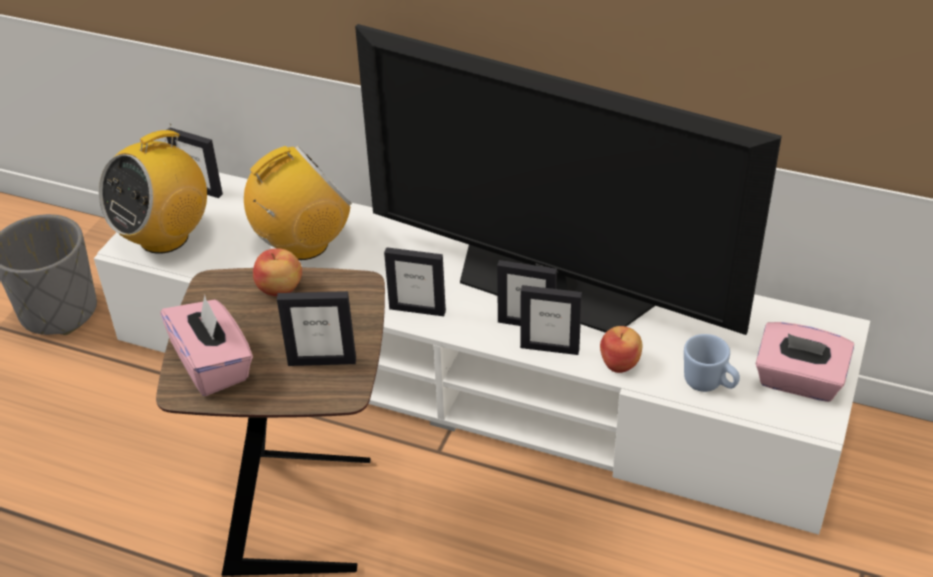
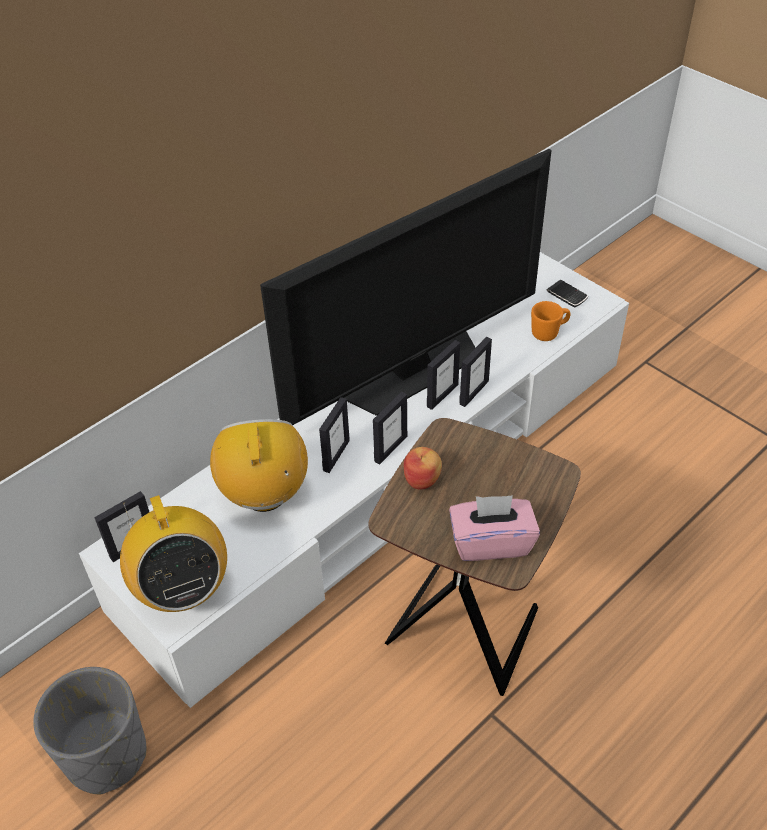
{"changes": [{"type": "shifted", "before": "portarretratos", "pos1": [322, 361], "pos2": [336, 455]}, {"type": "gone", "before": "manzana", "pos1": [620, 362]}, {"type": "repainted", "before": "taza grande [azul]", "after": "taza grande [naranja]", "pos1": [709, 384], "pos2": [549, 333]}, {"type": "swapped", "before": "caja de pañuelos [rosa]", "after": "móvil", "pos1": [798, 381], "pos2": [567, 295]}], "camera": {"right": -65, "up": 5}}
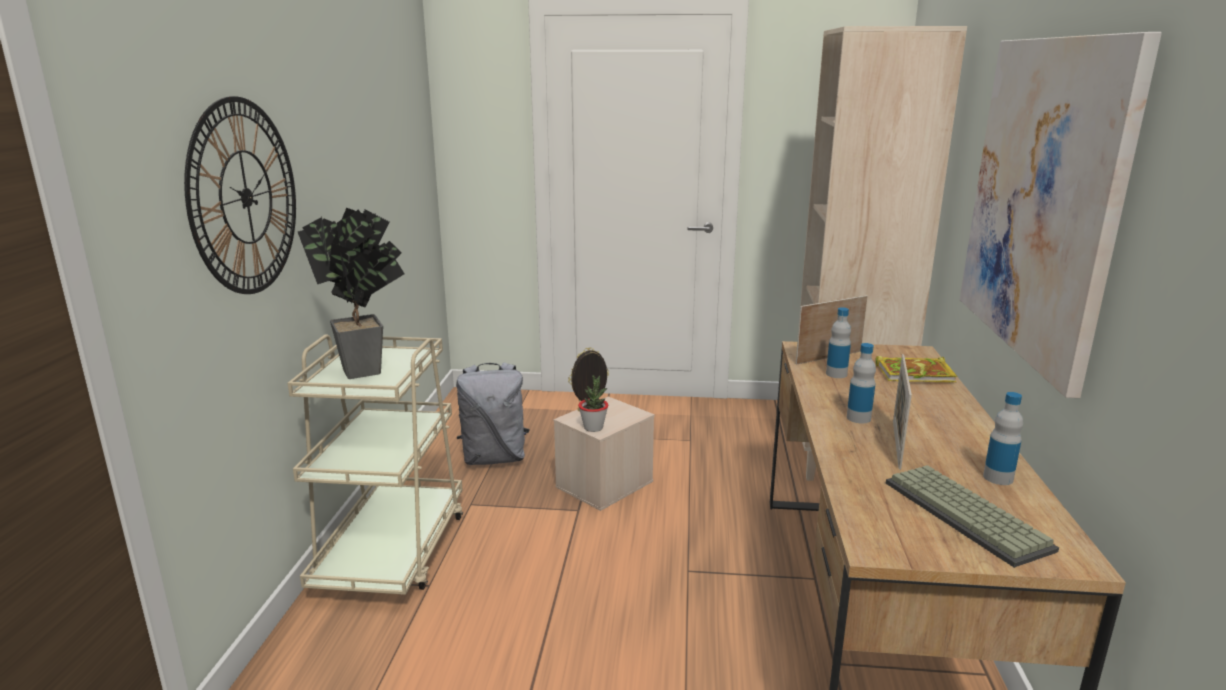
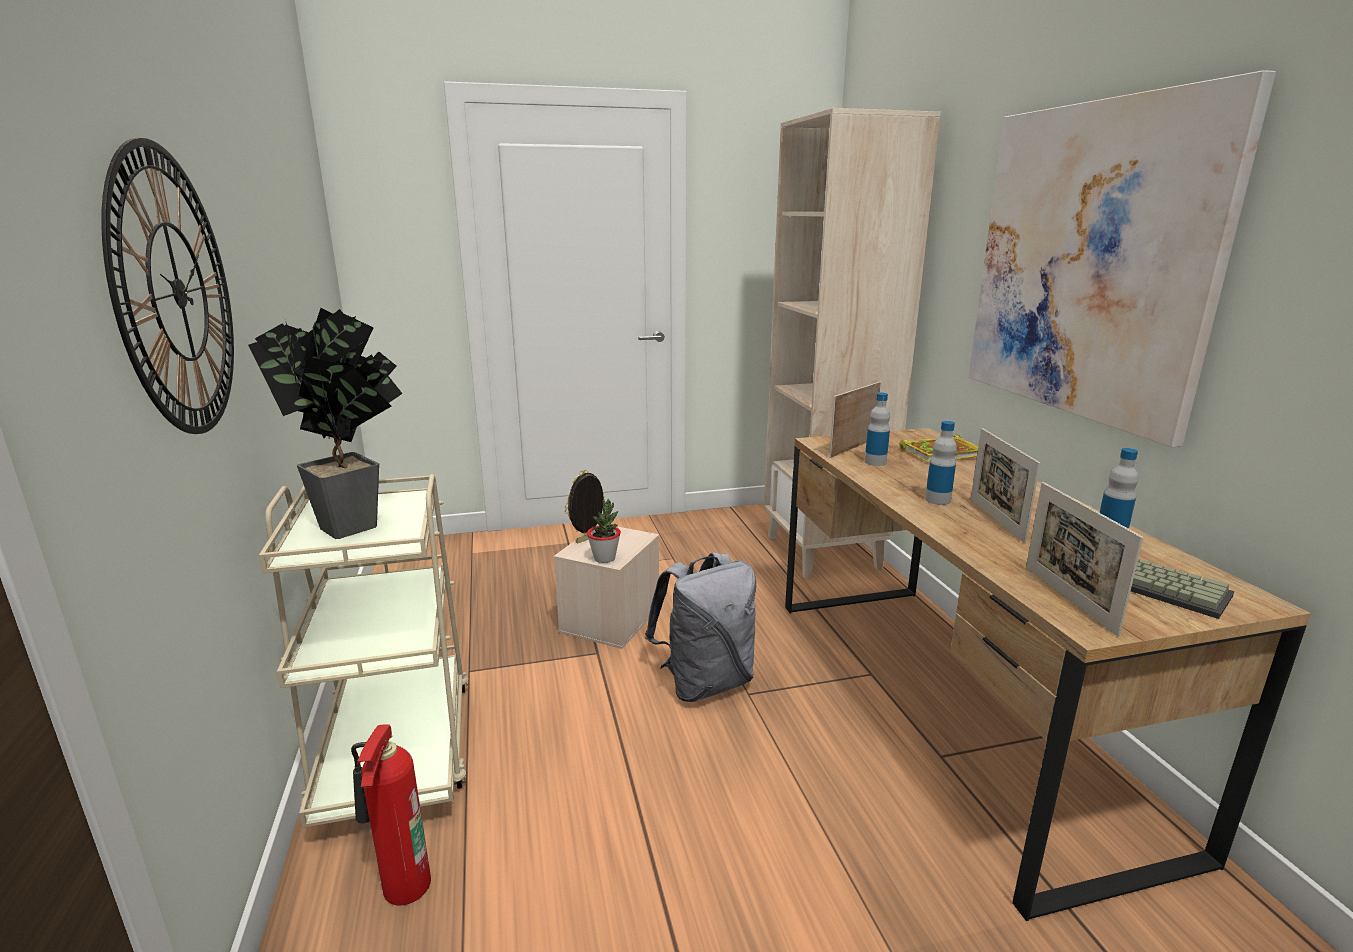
{"changes": [{"type": "shifted", "before": "mochila [gris]", "pos1": [494, 458], "pos2": [705, 682]}, {"type": "new", "after": "extintor", "pos2": [401, 889]}, {"type": "new", "after": "portarretratos", "pos2": [1068, 599]}], "camera": {"right": -20, "up": 0}}
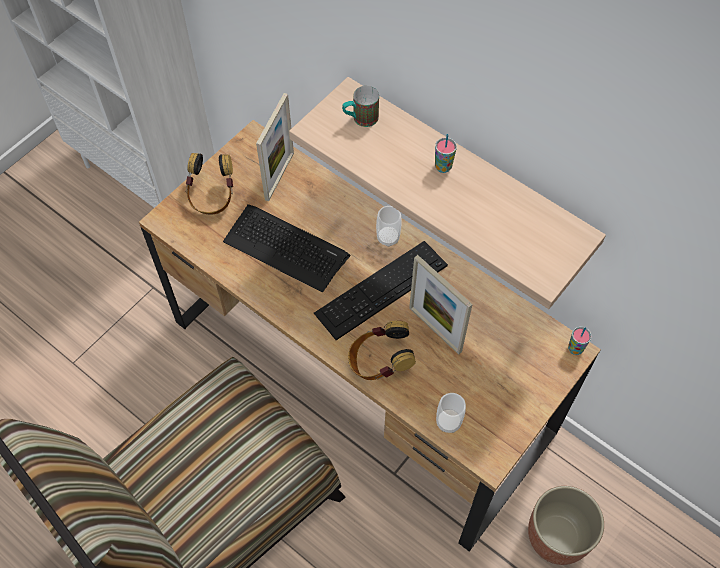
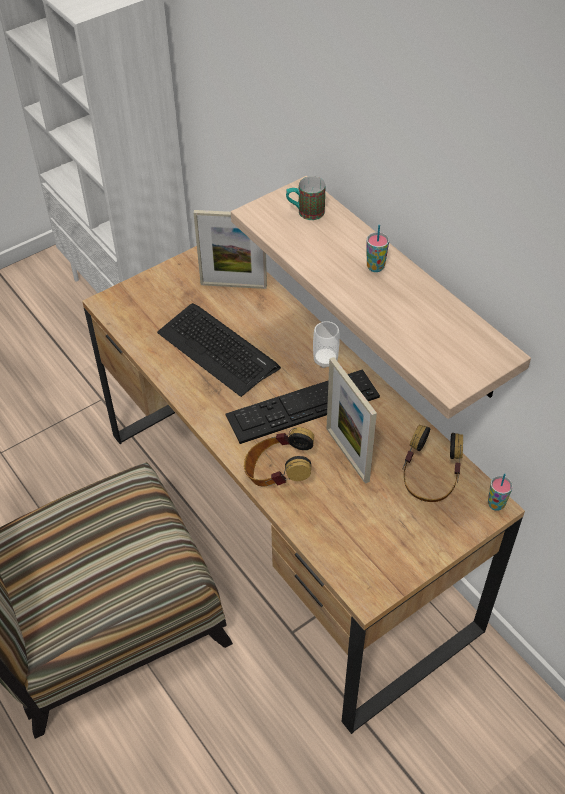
{"changes": [{"type": "shifted", "before": "auriculares", "pos1": [212, 197], "pos2": [429, 480]}, {"type": "rotated", "before": "portarretratos", "pos1": [279, 176], "pos2": [233, 285], "turn": 60}, {"type": "gone", "before": "taza", "pos1": [448, 422]}, {"type": "gone", "before": "maceta", "pos1": [557, 536]}], "camera": {"right": 15, "up": -10}}
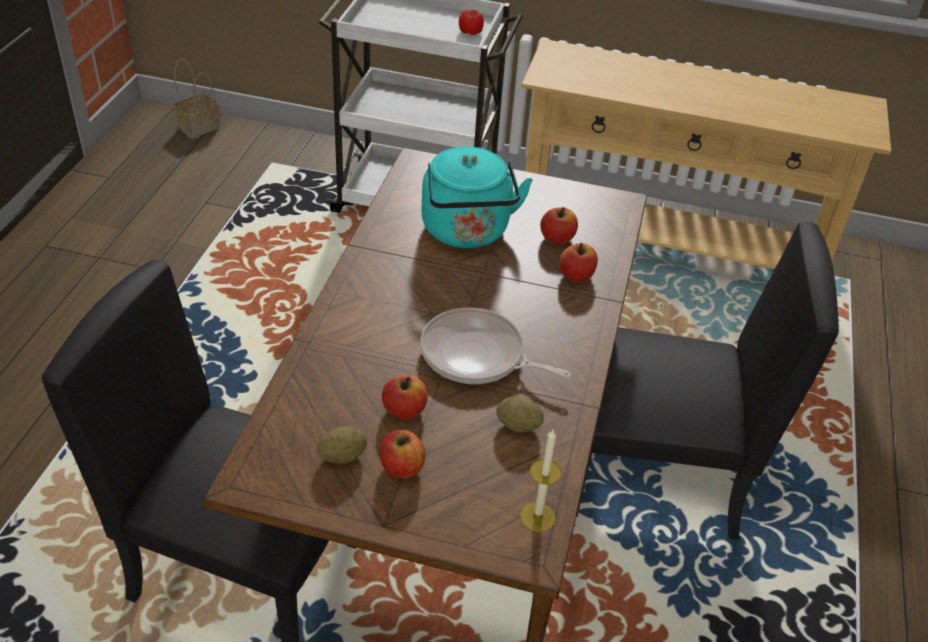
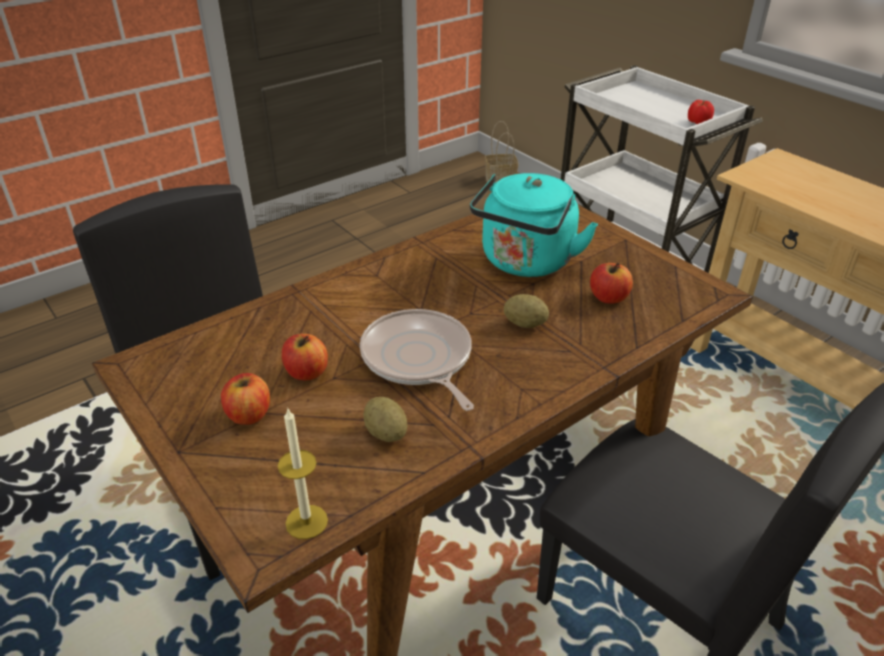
{"changes": [{"type": "shifted", "before": "patata", "pos1": [342, 456], "pos2": [525, 324]}, {"type": "gone", "before": "manzana", "pos1": [576, 275]}], "camera": {"right": 40, "up": -5}}
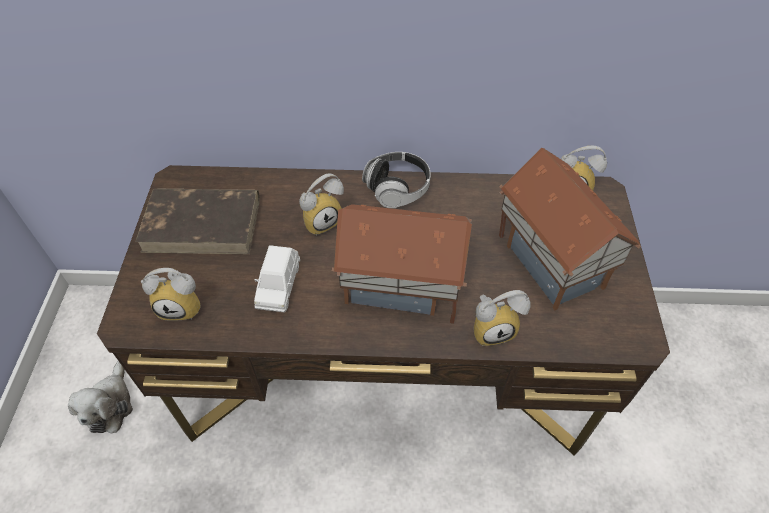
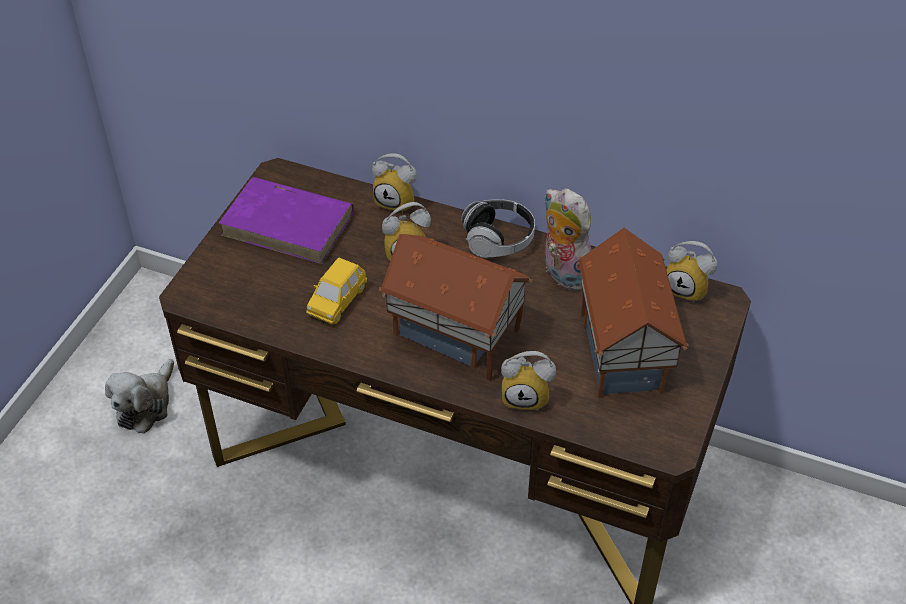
{"changes": [{"type": "repainted", "before": "libro [marrón]", "after": "libro [morado]", "pos1": [203, 224], "pos2": [289, 224]}, {"type": "shifted", "before": "despertador", "pos1": [183, 306], "pos2": [398, 201]}, {"type": "repainted", "before": "coche de juguete [blanco]", "after": "coche de juguete [amarillo]", "pos1": [279, 287], "pos2": [337, 301]}, {"type": "new", "after": "peluche", "pos2": [562, 273]}], "camera": {"right": 20, "up": -5}}
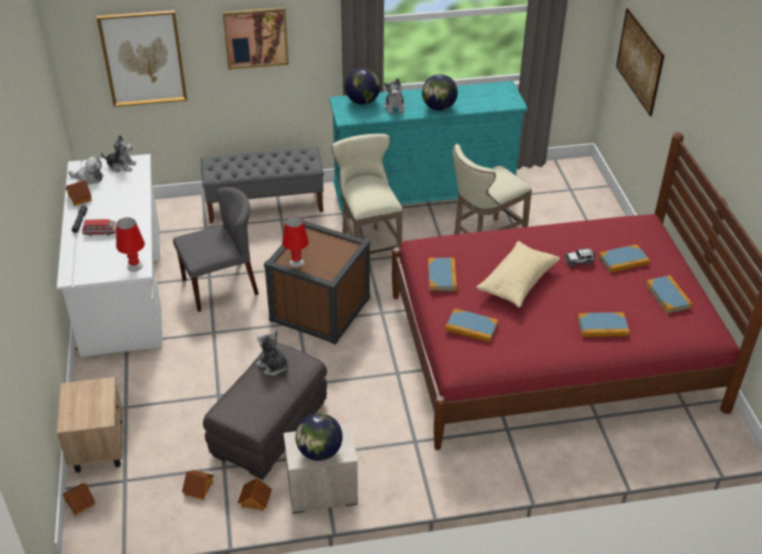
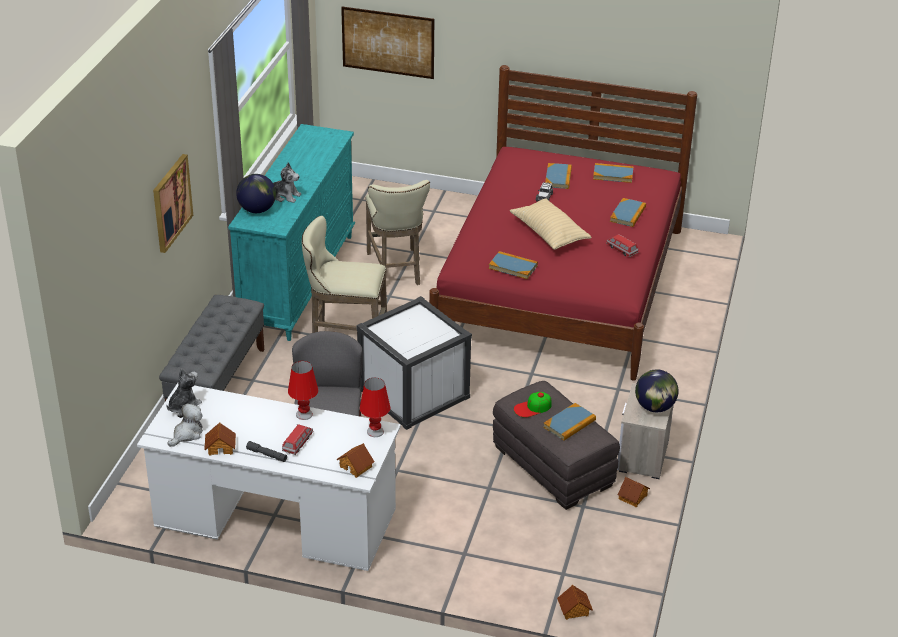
{"changes": [{"type": "gone", "before": "mesita de noche [beis]", "pos1": [99, 447]}, {"type": "gone", "before": "cuadro", "pos1": [143, 58]}, {"type": "shifted", "before": "casita", "pos1": [199, 488], "pos2": [356, 466]}, {"type": "swapped", "before": "peluche", "after": "gorra", "pos1": [273, 366], "pos2": [532, 407]}, {"type": "repainted", "before": "caja de almacenaje [marrón]", "after": "caja de almacenaje [blanco]", "pos1": [320, 309], "pos2": [413, 393]}, {"type": "shifted", "before": "lámpara de mesa [rojo]", "pos1": [296, 263], "pos2": [304, 414]}, {"type": "gone", "before": "globo terráqueo", "pos1": [438, 108]}, {"type": "shifted", "before": "libro", "pos1": [471, 327], "pos2": [569, 424]}, {"type": "new", "after": "coche de juguete", "pos2": [621, 250]}], "camera": {"right": -65, "up": -5}}
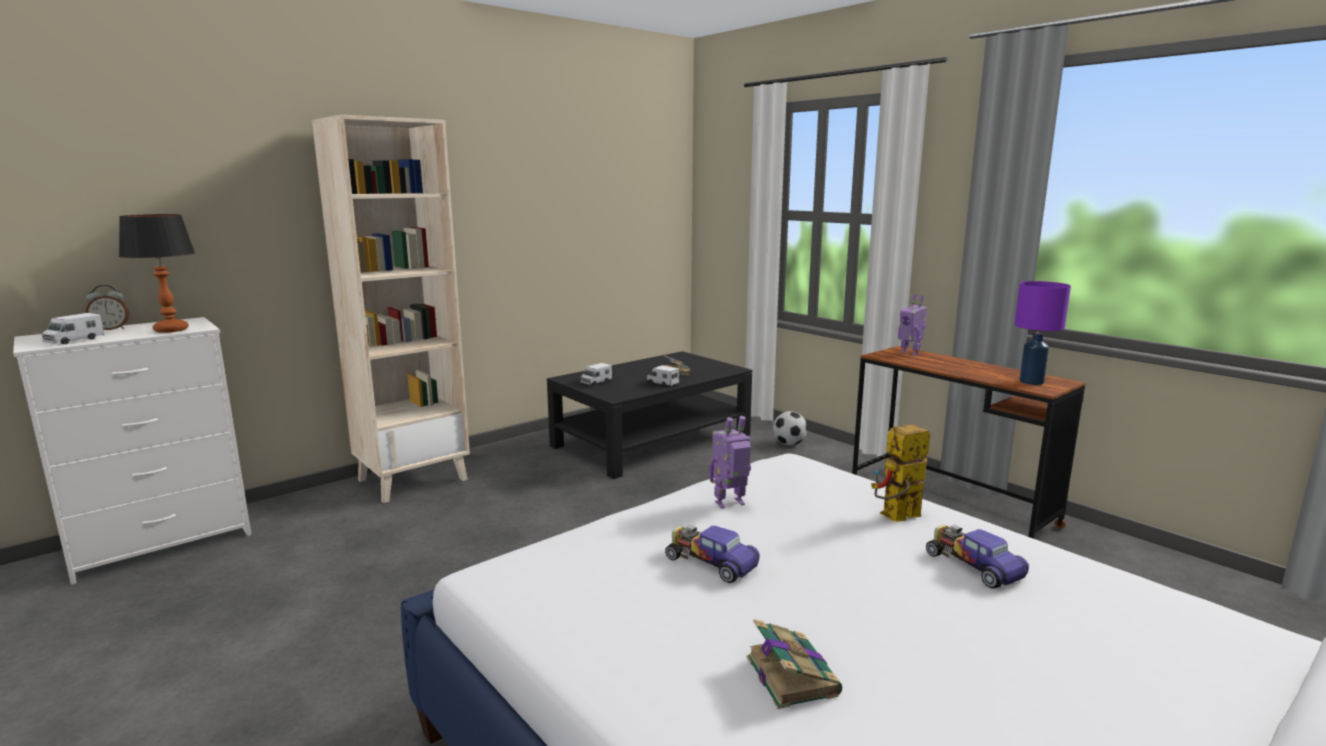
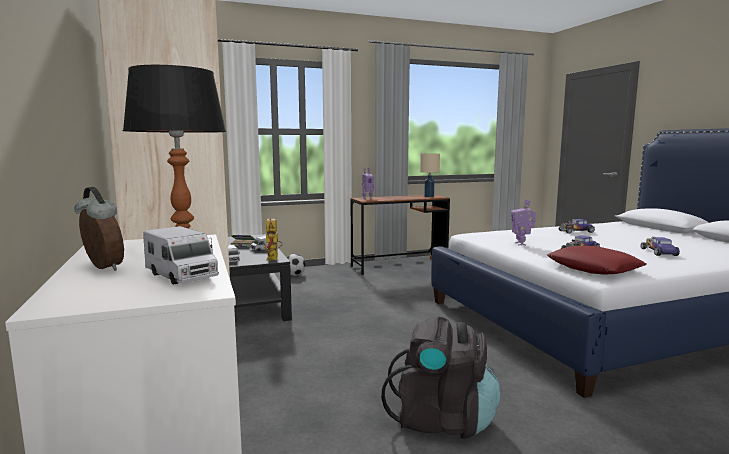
{"changes": [{"type": "rotated", "before": "despertador", "pos1": [111, 329], "pos2": [102, 268], "turn": -45}, {"type": "swapped", "before": "libro", "after": "coche de juguete", "pos1": [791, 674], "pos2": [658, 252]}, {"type": "shifted", "before": "robot de juguete", "pos1": [896, 518], "pos2": [273, 259]}, {"type": "repainted", "before": "lámpara de mesa [morado]", "after": "lámpara de mesa [beis]", "pos1": [1032, 382], "pos2": [429, 196]}, {"type": "new", "after": "mochila [negro]", "pos2": [442, 420]}, {"type": "new", "after": "cojín [rojo]", "pos2": [593, 268]}], "camera": {"right": -70, "up": -5}}
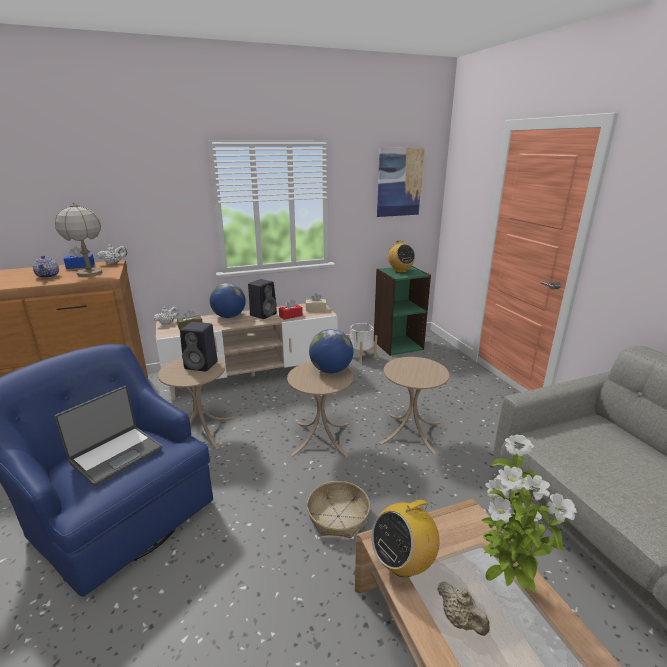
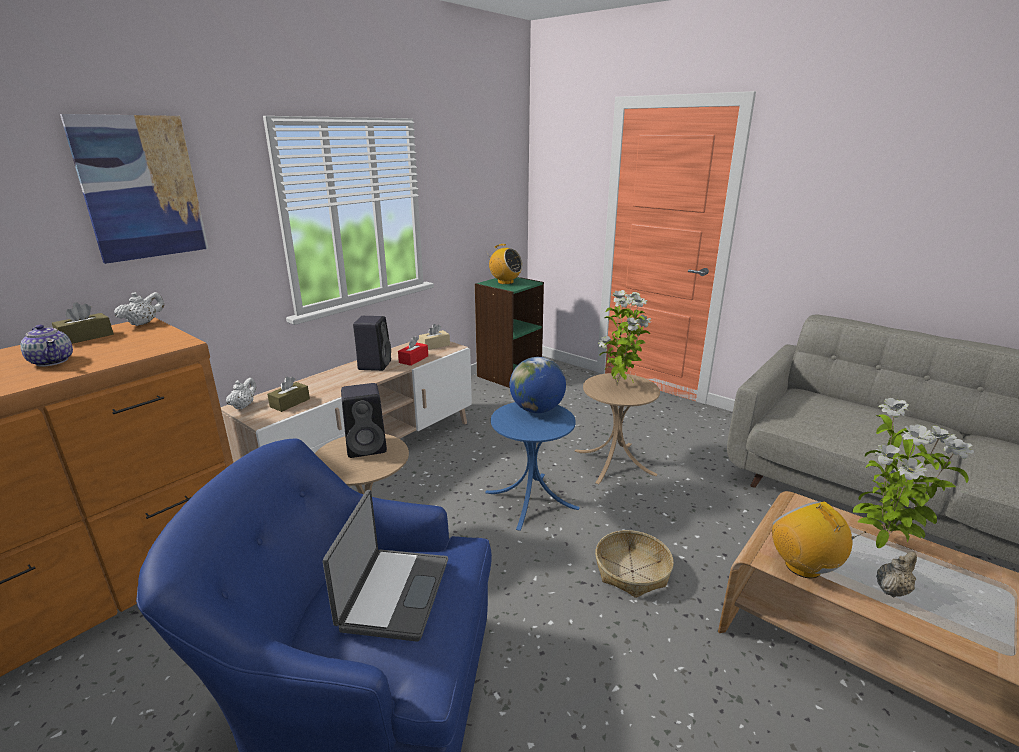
{"changes": [{"type": "gone", "before": "lámpara de mesa", "pos1": [89, 273]}, {"type": "repainted", "before": "caja de pañuelos [azul]", "after": "caja de pañuelos [marrón]", "pos1": [80, 266], "pos2": [86, 337]}, {"type": "gone", "before": "globo terráqueo", "pos1": [229, 316]}, {"type": "repainted", "before": "mesa auxiliar [beis]", "after": "mesa auxiliar [azul]", "pos1": [321, 438], "pos2": [531, 500]}, {"type": "gone", "before": "maceta [blanco]", "pos1": [360, 356]}, {"type": "rotated", "before": "radio", "pos1": [403, 562], "pos2": [803, 567], "turn": 135}, {"type": "shifted", "before": "cuadro", "pos1": [399, 182], "pos2": [141, 188]}, {"type": "rotated", "before": "tetera [beis]", "pos1": [460, 620], "pos2": [892, 589], "turn": -60}, {"type": "new", "after": "planta en maceta", "pos2": [618, 386]}], "camera": {"right": -30, "up": 0}}
